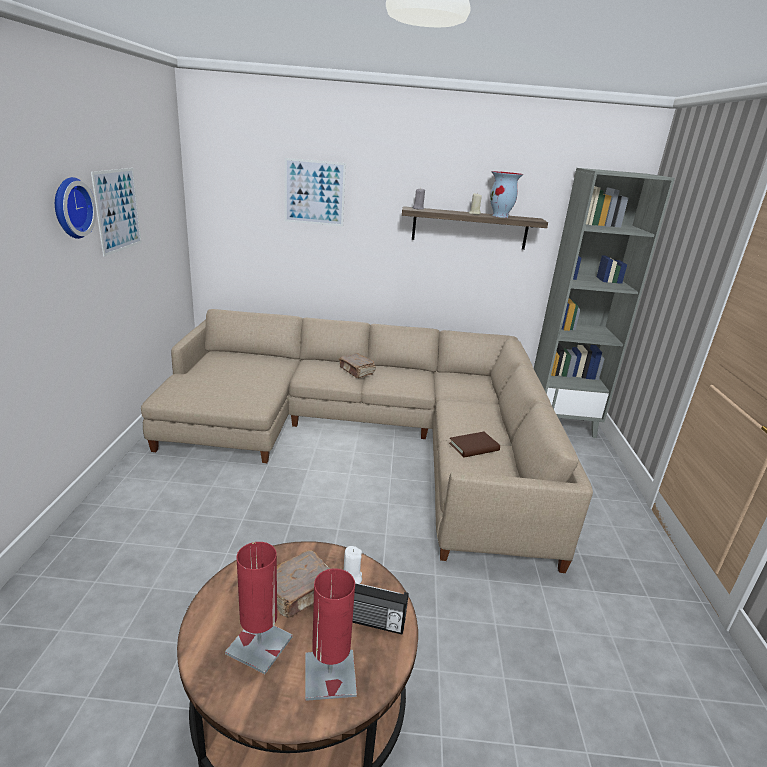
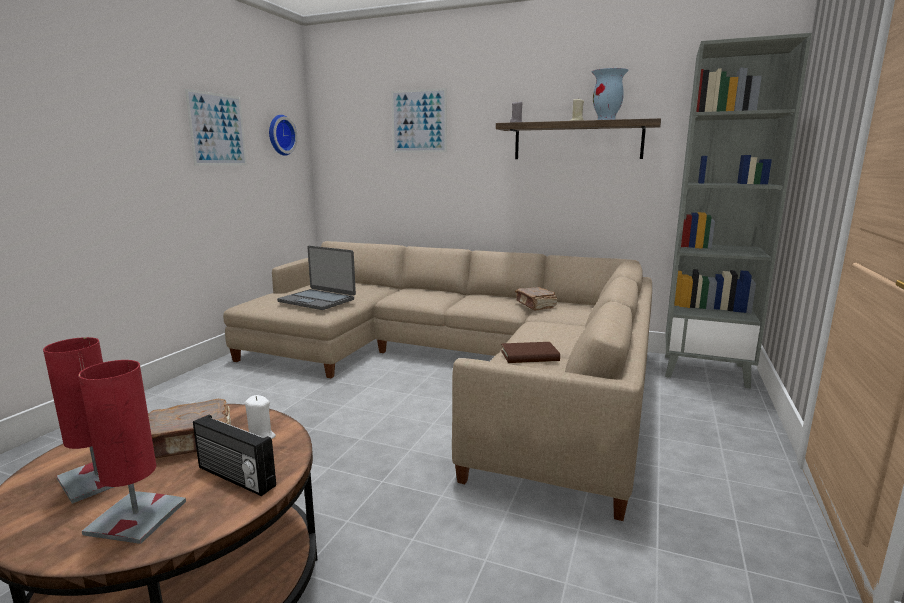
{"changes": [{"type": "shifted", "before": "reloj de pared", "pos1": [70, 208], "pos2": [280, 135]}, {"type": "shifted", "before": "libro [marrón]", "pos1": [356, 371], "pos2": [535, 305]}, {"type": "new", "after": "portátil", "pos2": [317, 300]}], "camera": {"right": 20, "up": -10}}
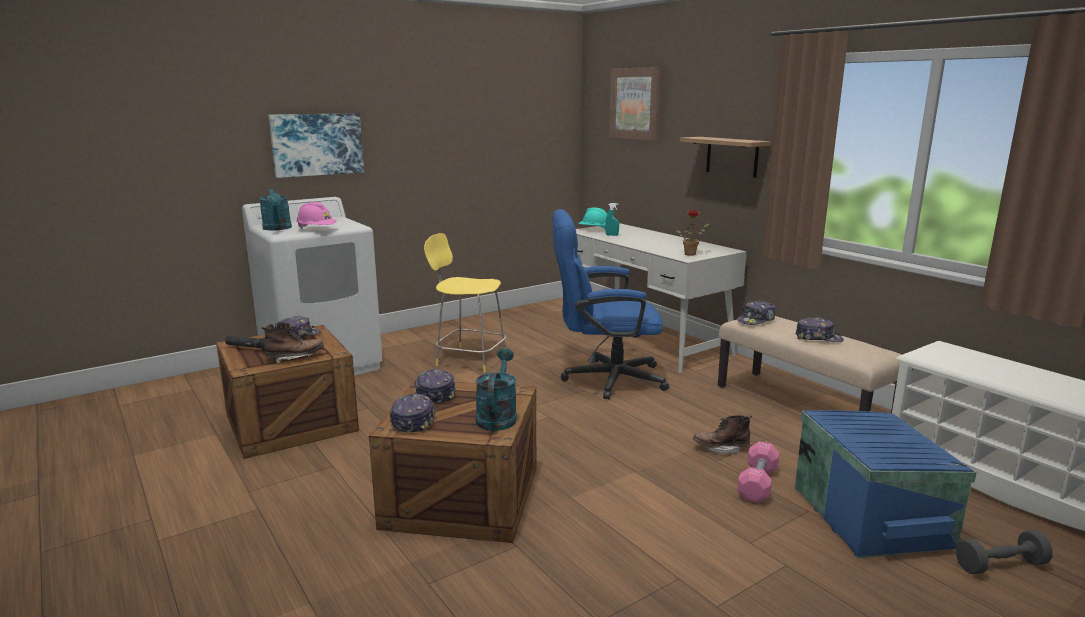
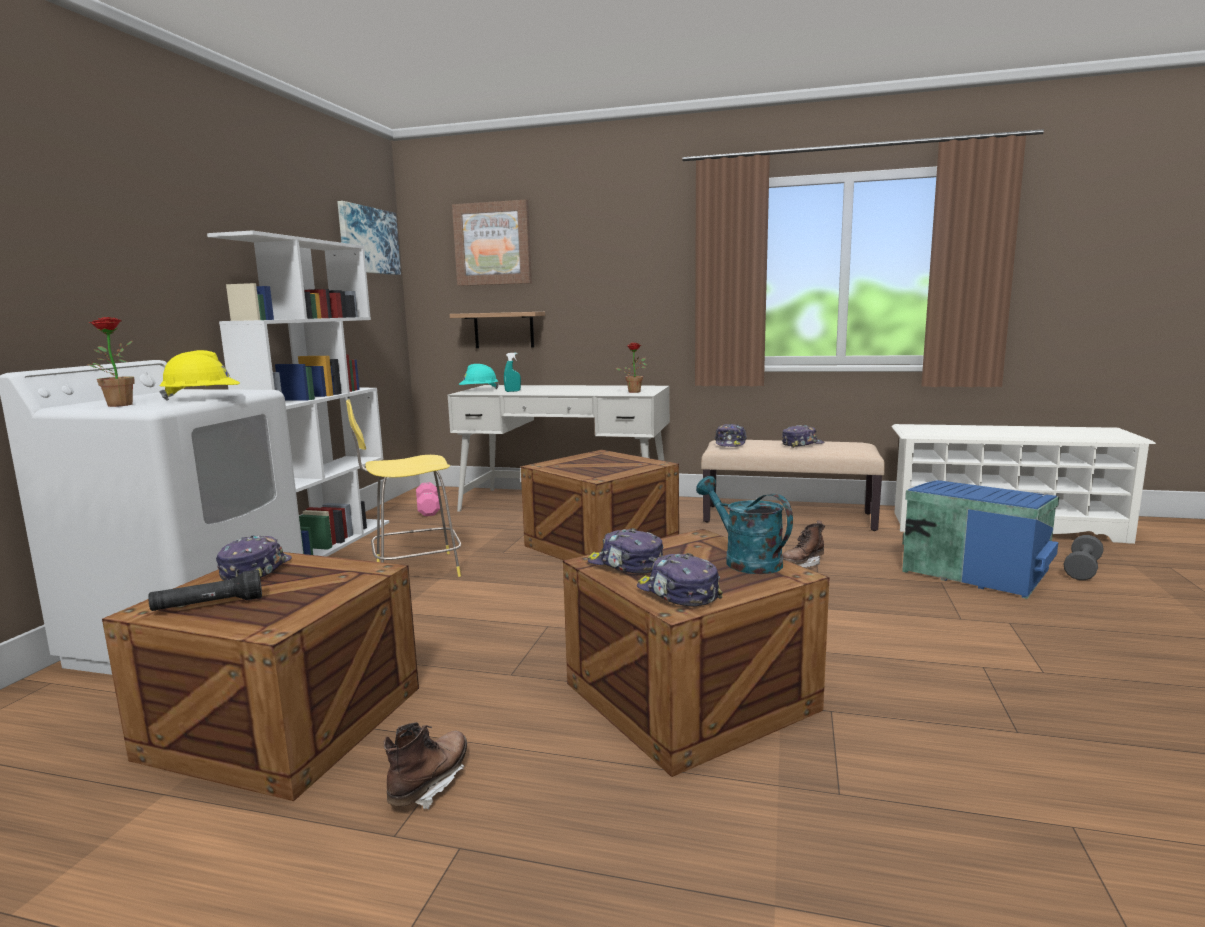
{"changes": [{"type": "swapped", "before": "regadera [turquesa]", "after": "planta en maceta", "pos1": [277, 228], "pos2": [117, 405]}, {"type": "shifted", "before": "bota [marrón]", "pos1": [295, 358], "pos2": [430, 784]}, {"type": "shifted", "before": "cuadro", "pos1": [317, 144], "pos2": [368, 240]}, {"type": "repainted", "before": "casco [rosa]", "after": "casco [amarillo]", "pos1": [316, 230], "pos2": [202, 398]}, {"type": "swapped", "before": "silla de oficina [azul]", "after": "caja de embalaje", "pos1": [604, 379], "pos2": [598, 545]}, {"type": "shifted", "before": "estante", "pos1": [732, 156], "pos2": [504, 330]}, {"type": "shifted", "before": "mancuerna [rosa]", "pos1": [757, 484], "pos2": [428, 509]}, {"type": "new", "after": "estantería [blanco]", "pos2": [327, 544]}], "camera": {"right": -40, "up": -5}}
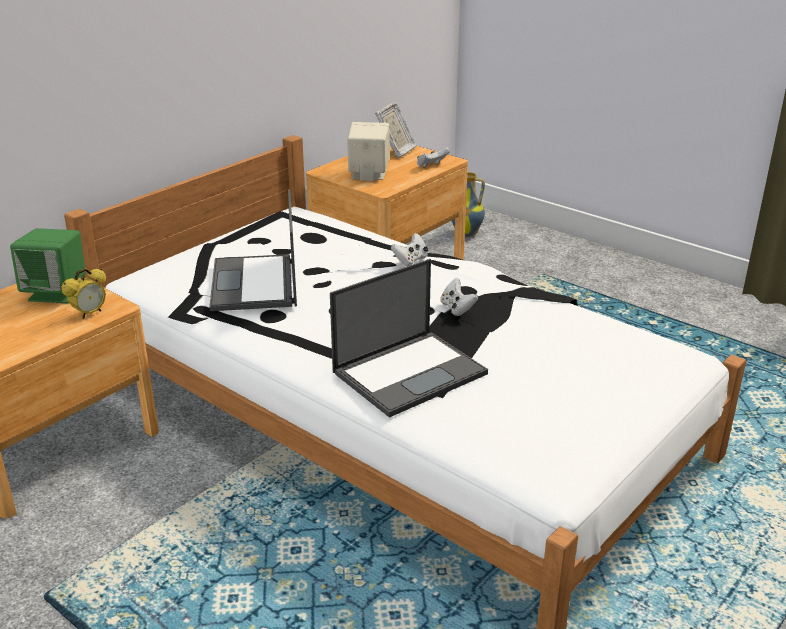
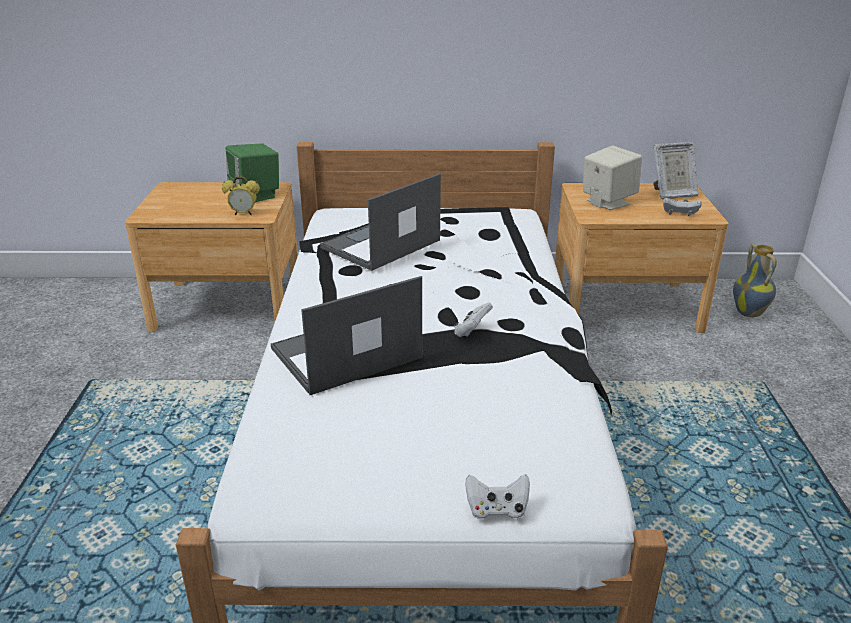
{"changes": [{"type": "rotated", "before": "portátil", "pos1": [410, 372], "pos2": [344, 354], "turn": 135}, {"type": "shifted", "before": "mando de consola [blanco]", "pos1": [410, 260], "pos2": [497, 510]}], "camera": {"right": 50, "up": 0}}
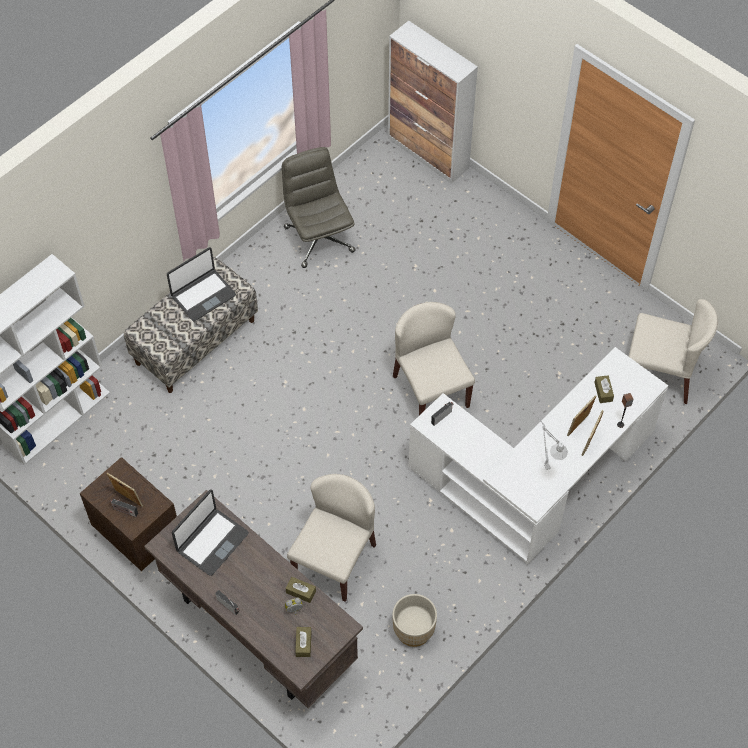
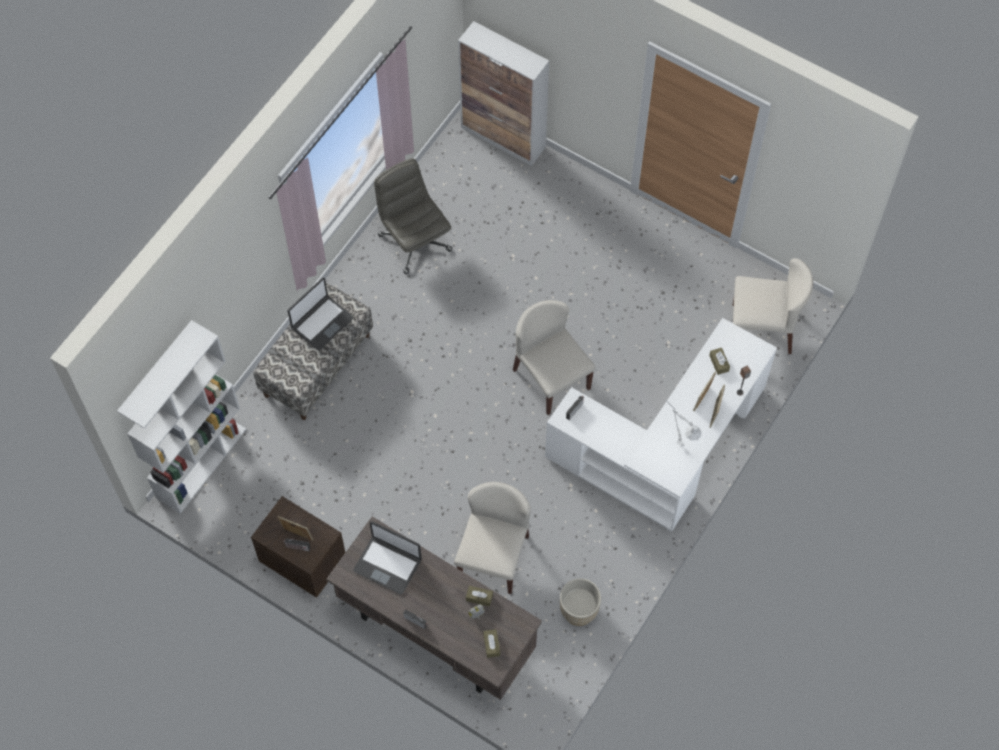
{"changes": [{"type": "rotated", "before": "portátil", "pos1": [212, 542], "pos2": [388, 564], "turn": 90}], "camera": {"right": -10, "up": 5}}
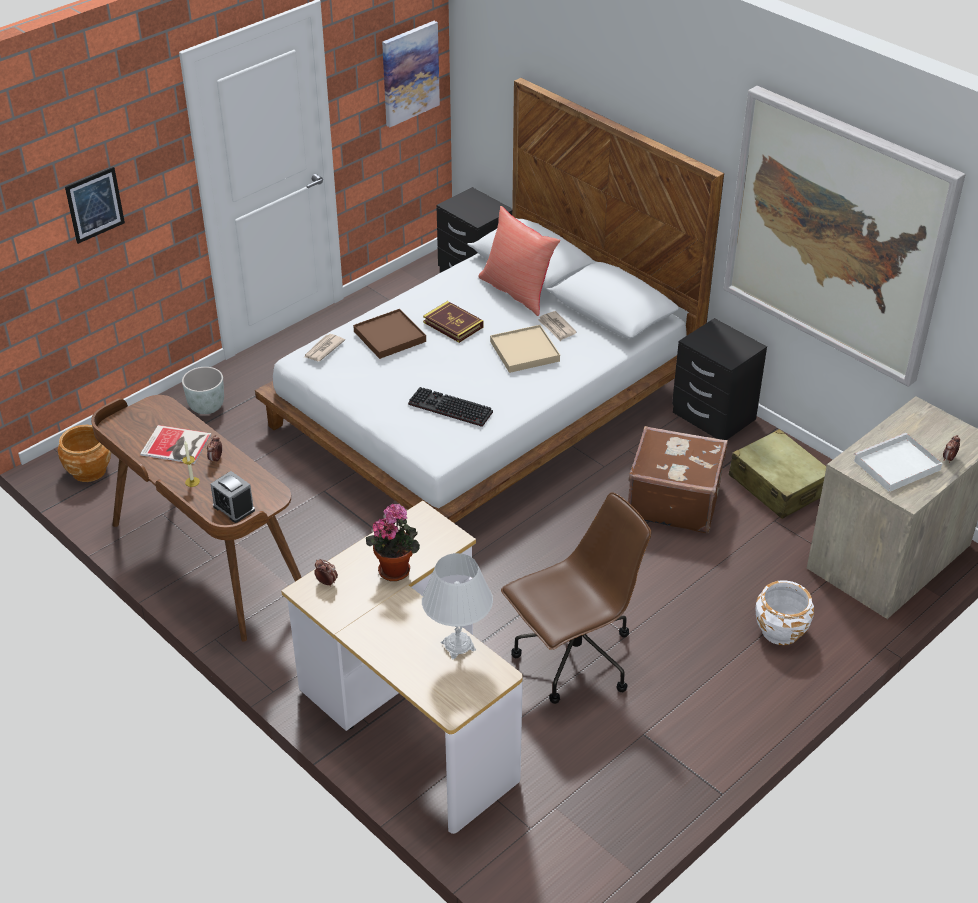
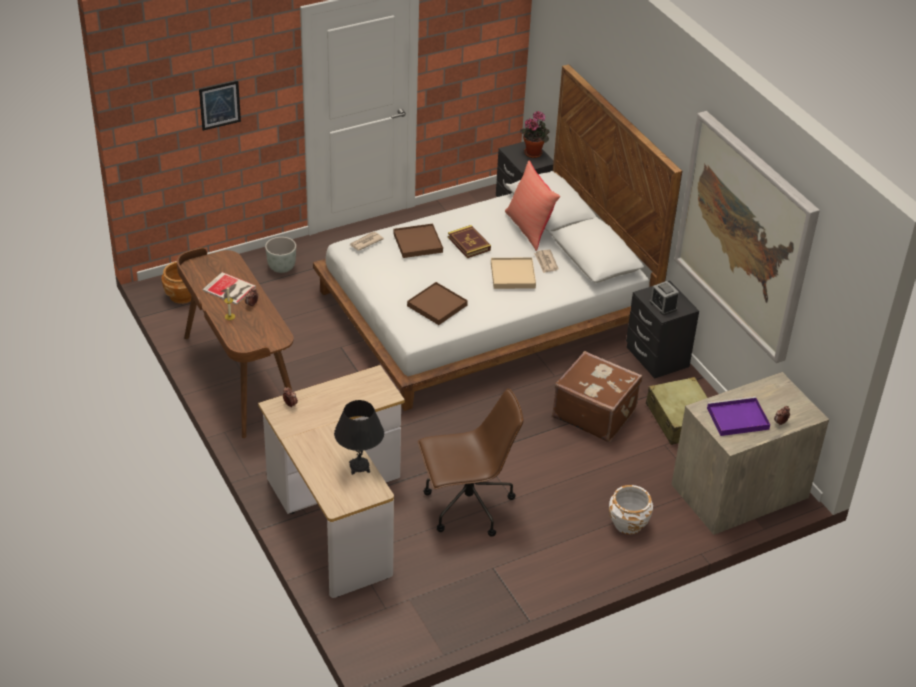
{"changes": [{"type": "shifted", "before": "despertador", "pos1": [234, 508], "pos2": [663, 306]}, {"type": "shifted", "before": "planta en maceta", "pos1": [396, 568], "pos2": [534, 152]}, {"type": "gone", "before": "cuadro", "pos1": [410, 73]}, {"type": "swapped", "before": "teclado", "after": "bandeja [marrón]", "pos1": [448, 409], "pos2": [437, 305]}, {"type": "repainted", "before": "lámpara de mesa [blanco]", "after": "lámpara de mesa [negro]", "pos1": [458, 646], "pos2": [359, 467]}, {"type": "repainted", "before": "bandeja [blanco]", "after": "bandeja [morado]", "pos1": [896, 466], "pos2": [736, 419]}], "camera": {"right": 15, "up": 0}}
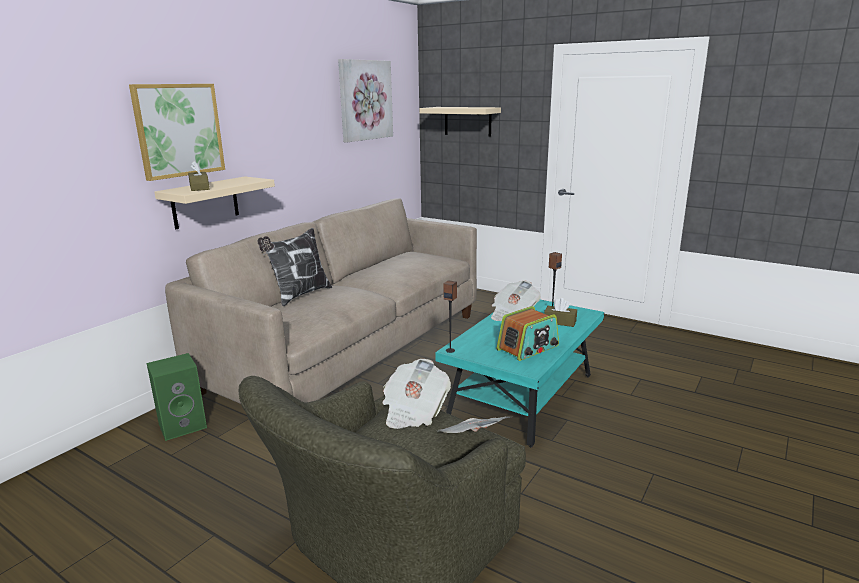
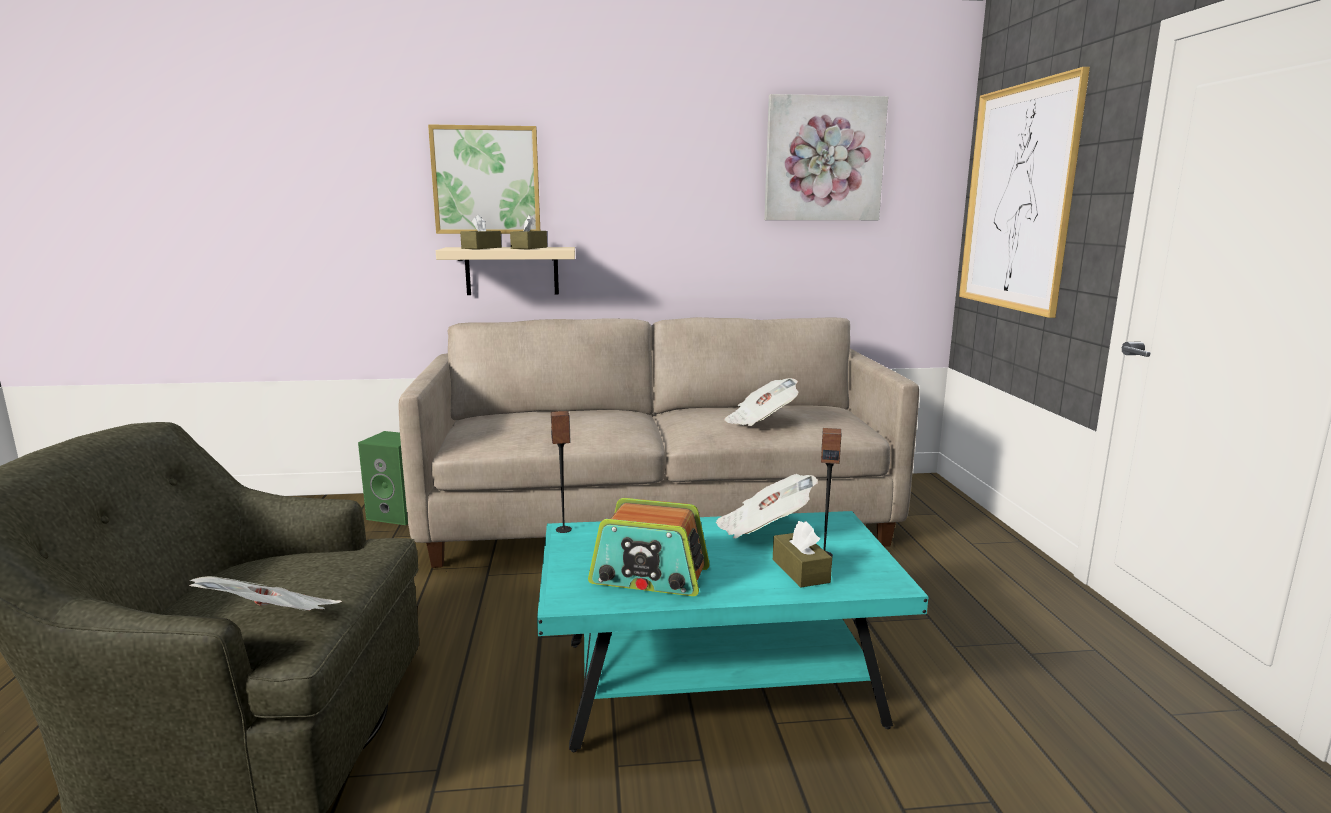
{"changes": [{"type": "gone", "before": "cojín", "pos1": [299, 295]}, {"type": "shifted", "before": "periódico", "pos1": [413, 411], "pos2": [760, 421]}, {"type": "swapped", "before": "estante [beis]", "after": "cuadro", "pos1": [467, 121], "pos2": [1017, 198]}, {"type": "new", "after": "caja de pañuelos [marrón]", "pos2": [529, 248]}], "camera": {"right": 50, "up": -5}}
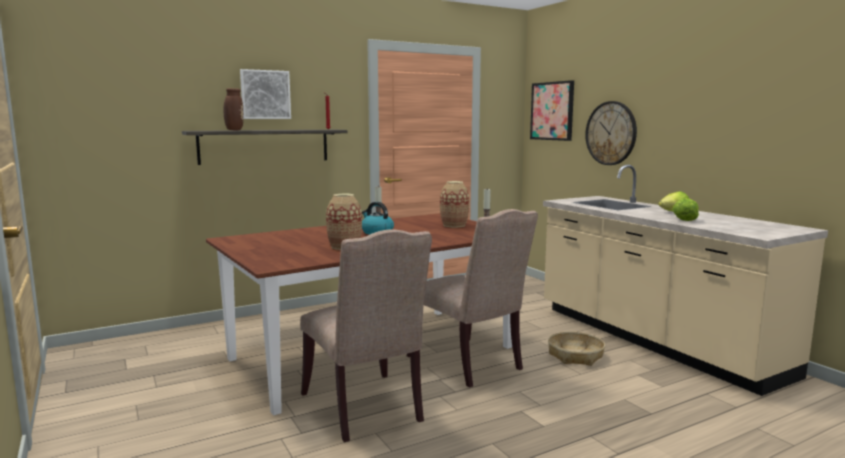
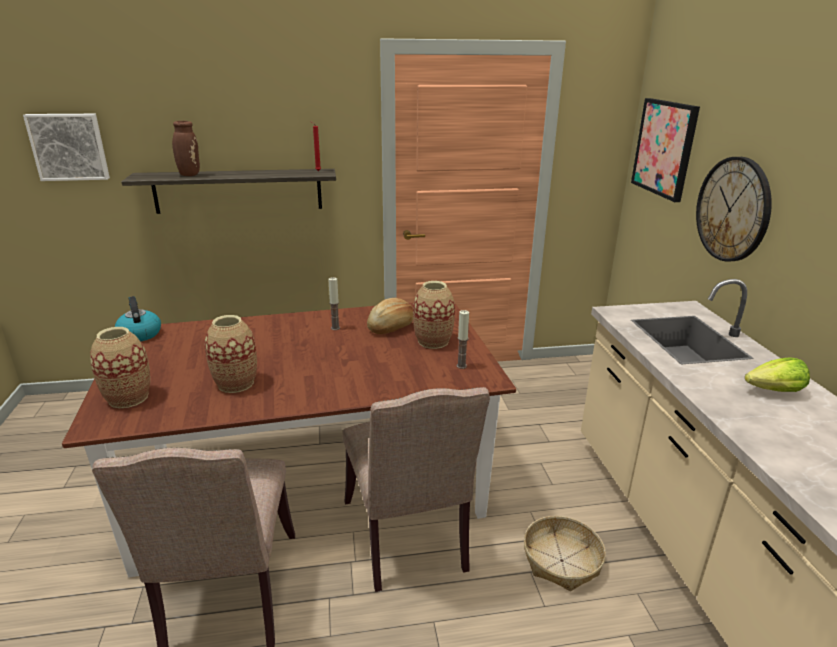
{"changes": [{"type": "shifted", "before": "cuadro", "pos1": [265, 94], "pos2": [69, 147]}, {"type": "shifted", "before": "hervidor", "pos1": [376, 232], "pos2": [139, 334]}, {"type": "gone", "before": "lechuga", "pos1": [683, 219]}, {"type": "new", "after": "florero", "pos2": [128, 398]}, {"type": "new", "after": "pan", "pos2": [391, 327]}], "camera": {"right": 20, "up": 15}}
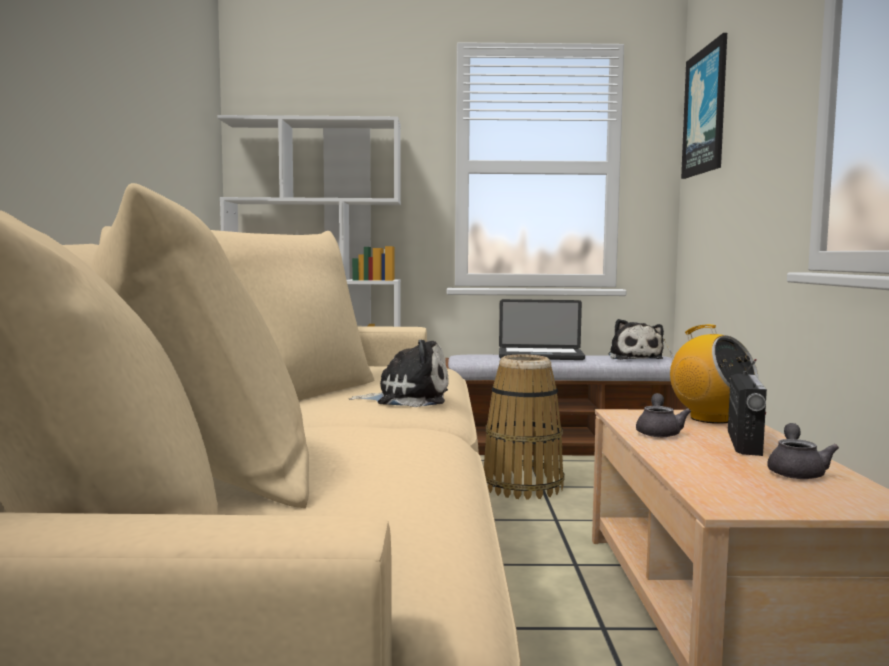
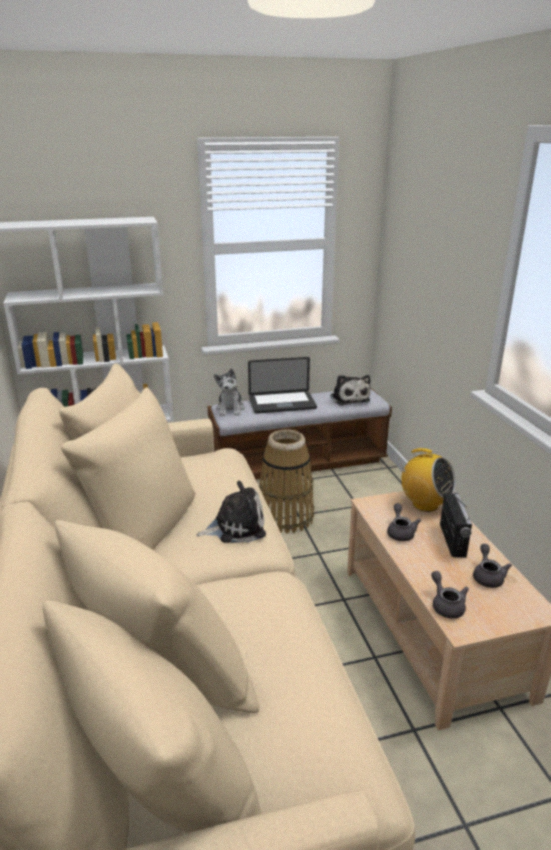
{"changes": [{"type": "gone", "before": "cuadro", "pos1": [706, 111]}, {"type": "new", "after": "peluche", "pos2": [230, 409]}, {"type": "new", "after": "tetera [gris]", "pos2": [446, 605]}], "camera": {"right": -15, "up": 20}}
